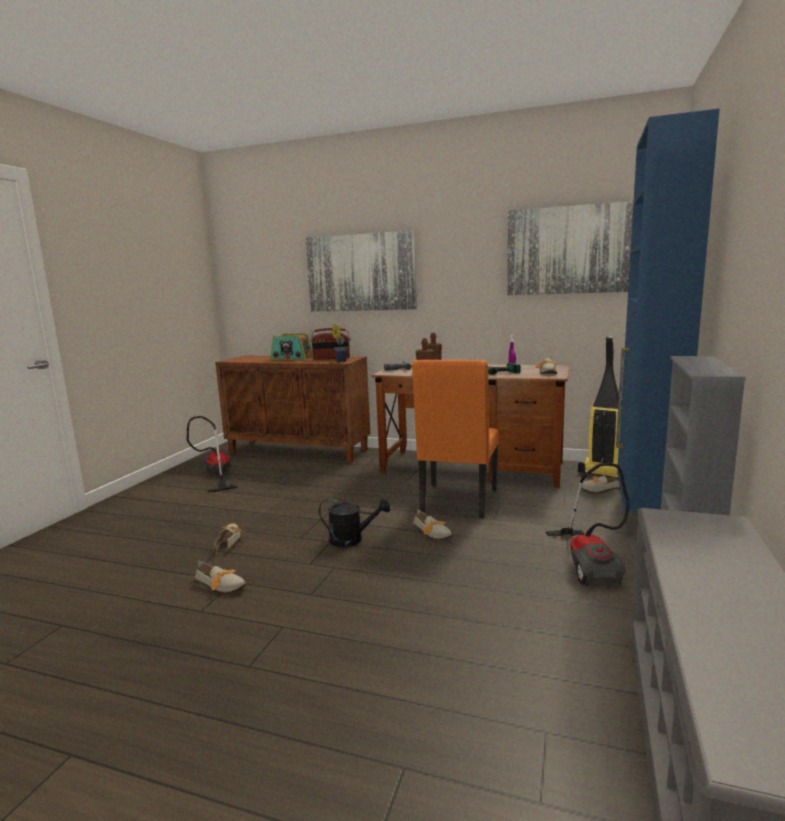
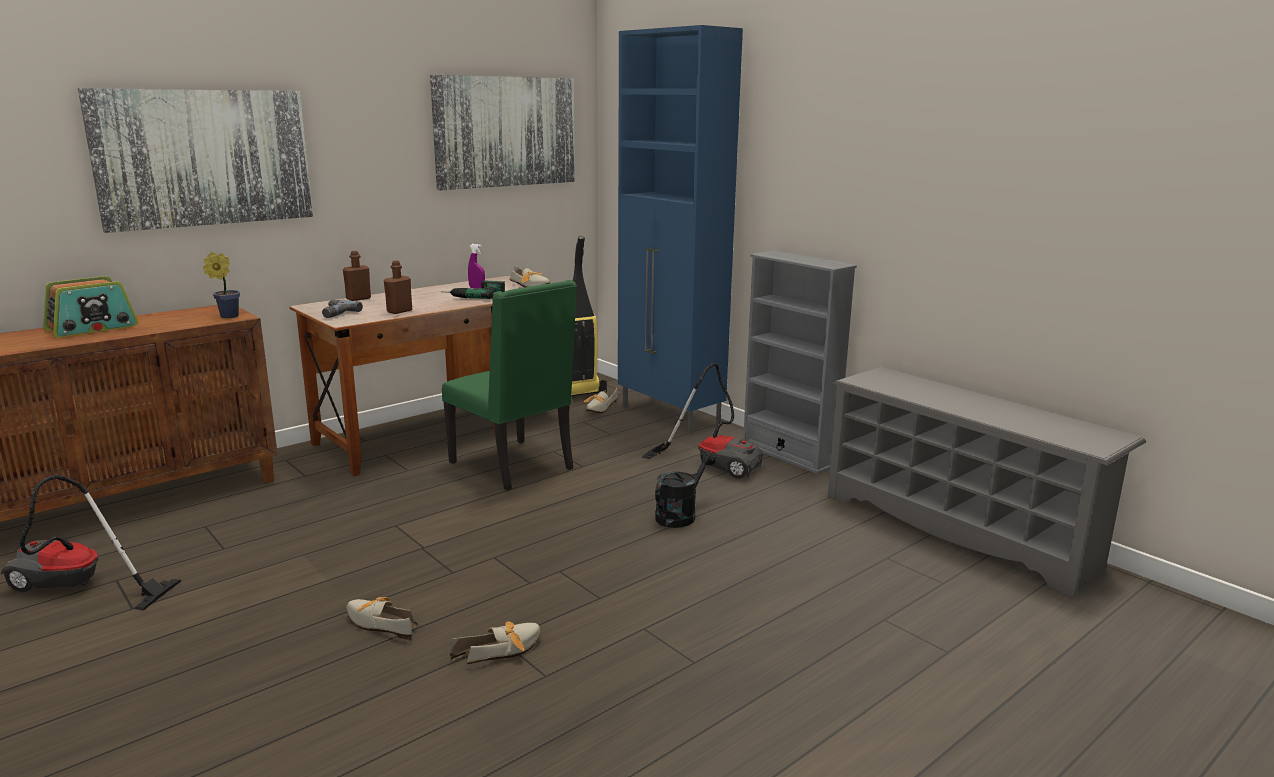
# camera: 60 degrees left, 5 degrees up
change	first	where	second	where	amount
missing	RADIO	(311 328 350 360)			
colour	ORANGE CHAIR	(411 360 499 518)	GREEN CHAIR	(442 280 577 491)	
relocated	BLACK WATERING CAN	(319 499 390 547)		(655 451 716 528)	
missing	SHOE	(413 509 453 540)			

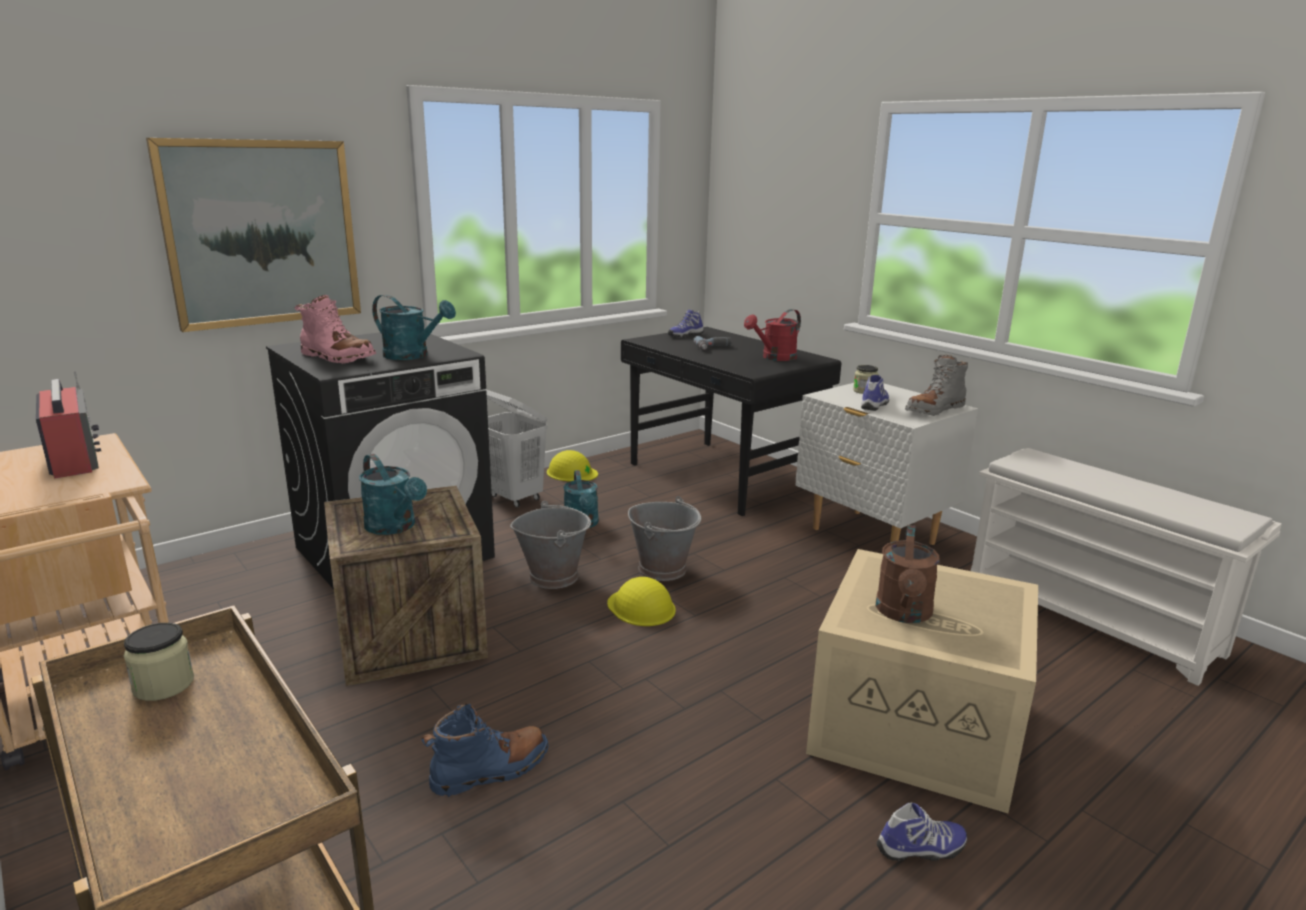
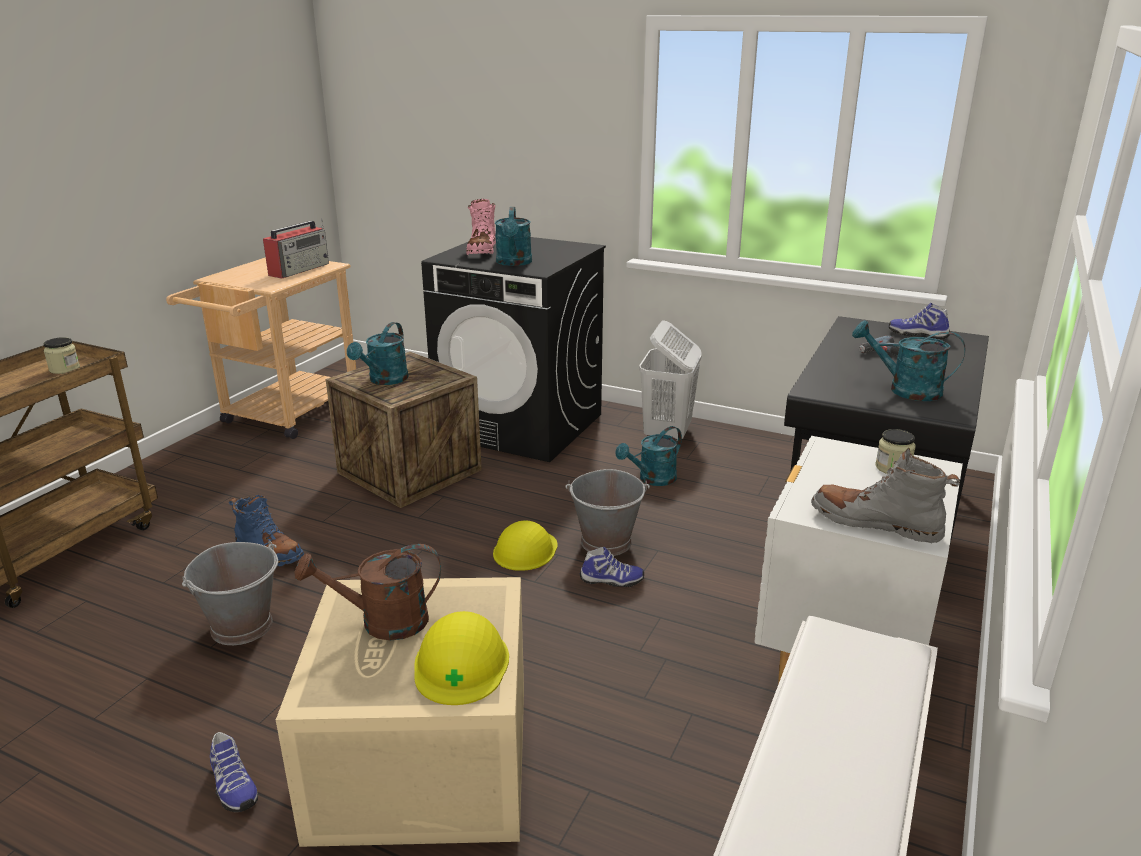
# camera: 65 degrees right, 5 degrees up
change	first	where	second	where	amount
missing	PICTURE	(146 138 361 332)			
colour	RED WATERING CAN	(744 309 801 361)	TURQUOISE WATERING CAN	(852 320 965 401)	
relocated	SHOE	(861 375 889 411)		(580 547 644 587)	
relocated	YELLOW HARD HAT	(547 450 598 482)		(414 611 509 705)	
relocated	GREY BUCKET	(510 501 591 589)		(182 541 278 645)	

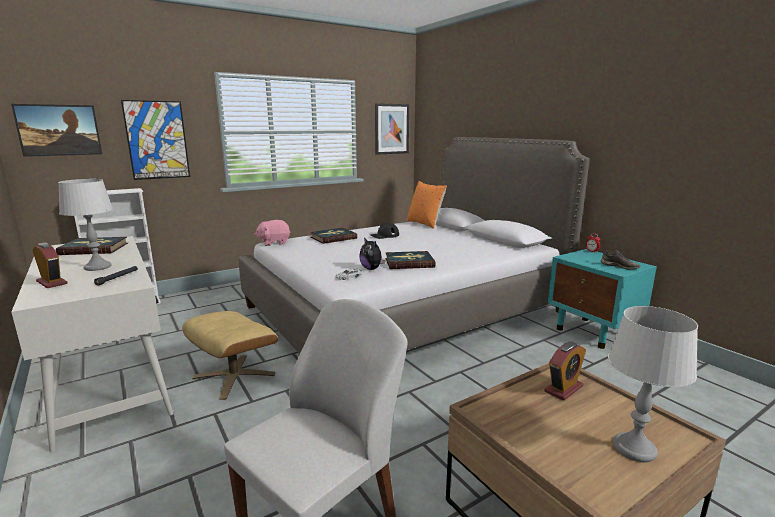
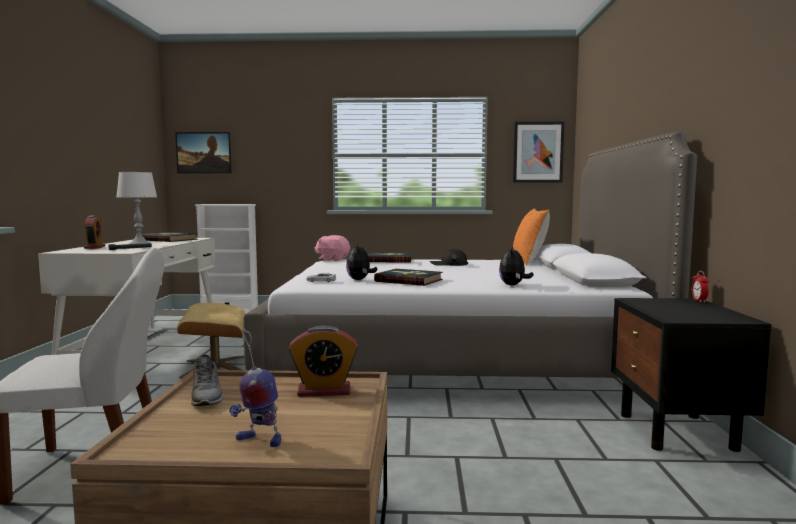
# camera: 35 degrees right, 10 degrees down
change	first	where	second	where	amount
missing	PICTURE	(121 100 190 180)			
colour	TURQUOISE NIGHTSTAND	(548 249 657 349)	BLACK NIGHTSTAND	(611 298 771 452)	
relocated	GREY SHOE	(600 250 641 270)		(191 355 224 406)	
exchanged	GREY TABLE LAMP	(608 306 698 463)	TOY ROBOT	(229 328 281 447)	
appeared			PLUSH TOY	(499 246 533 285)	

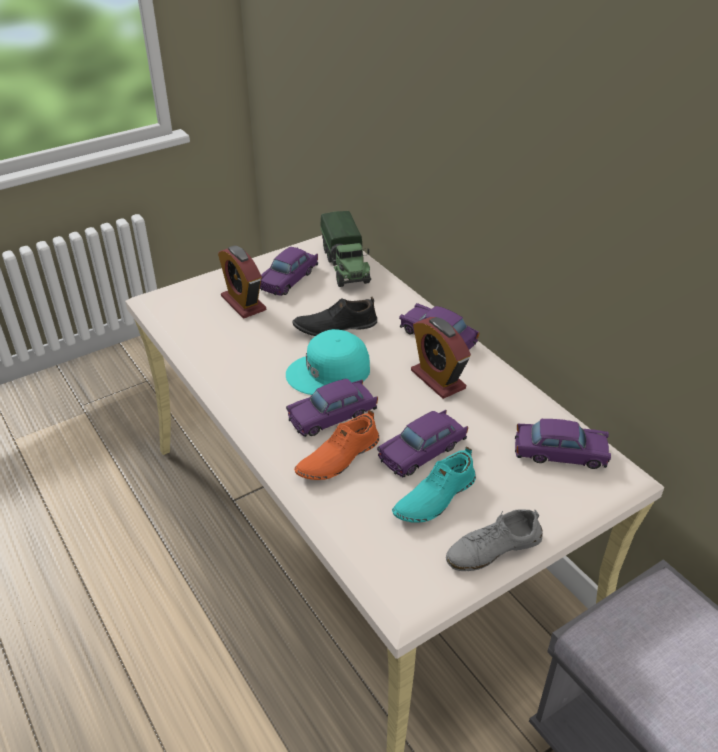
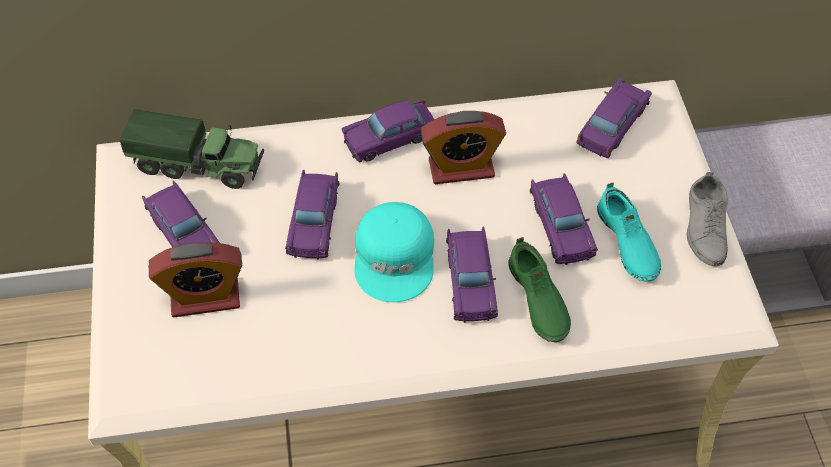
# camera: 65 degrees left, 15 degrees up
change	first	where	second	where	amount
exchanged	BLACK SHOE	(292 297 377 336)	PURPLE TOY CAR	(285 170 339 260)	
colour	ORANGE SHOE	(294 410 379 480)	GREEN SHOE	(508 237 571 342)	

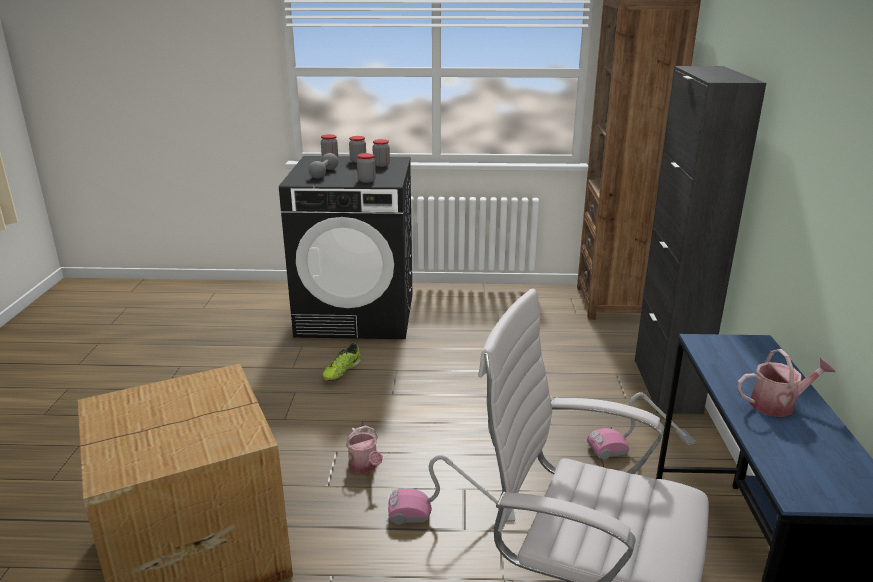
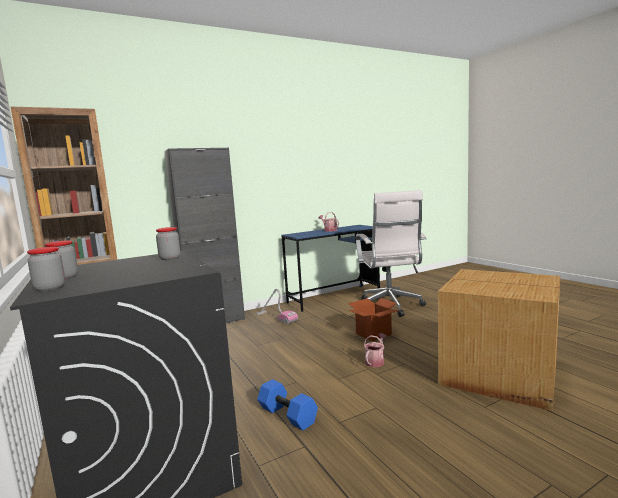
# camera: 120 degrees left, 15 degrees down
change	first	where	second	where	amount
missing	JAR	(372 139 390 167)			
missing	GREY DUMBBELL	(308 153 338 179)			
exchanged	SHOE	(322 343 361 381)	BLUE DUMBBELL	(257 379 318 431)	
exchanged	VACUUM CLEANER	(388 455 515 524)	CARDBOARD BOX	(348 298 400 341)	

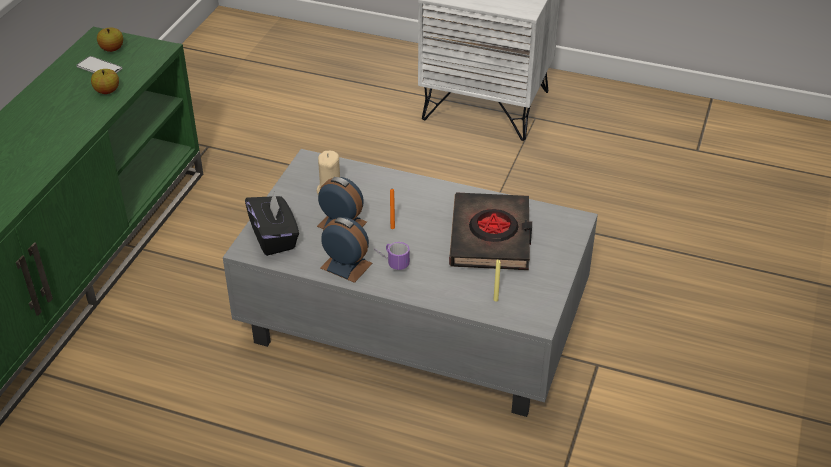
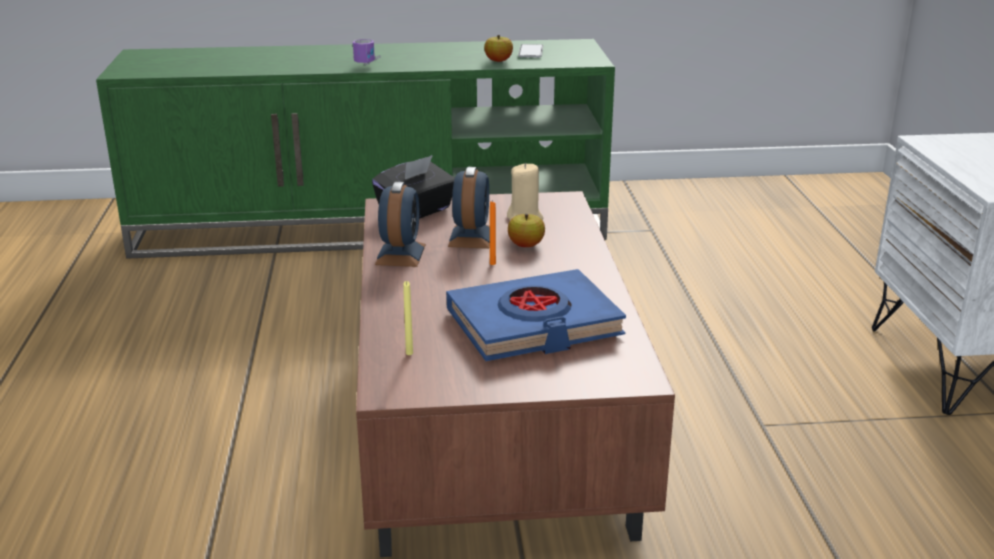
# camera: 65 degrees right, 15 degrees down
change	first	where	second	where	amount
relocated	APPLE	(97 27 123 52)		(508 214 545 247)	
colour	GREY COFFEE TABLE	(223 149 598 417)	BROWN COFFEE TABLE	(356 191 675 557)	
colour	BLACK BOOK	(449 193 532 270)	BLUE BOOK	(446 269 626 361)	
relocated	MUG	(374 242 410 270)		(353 39 380 66)	

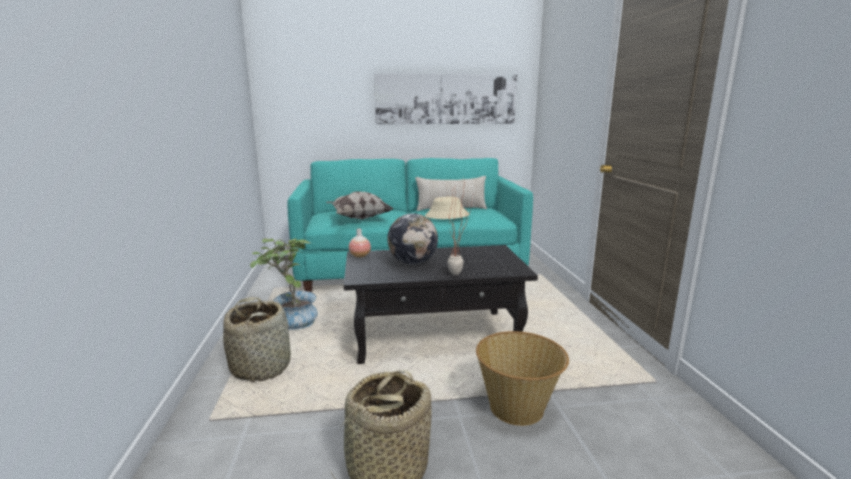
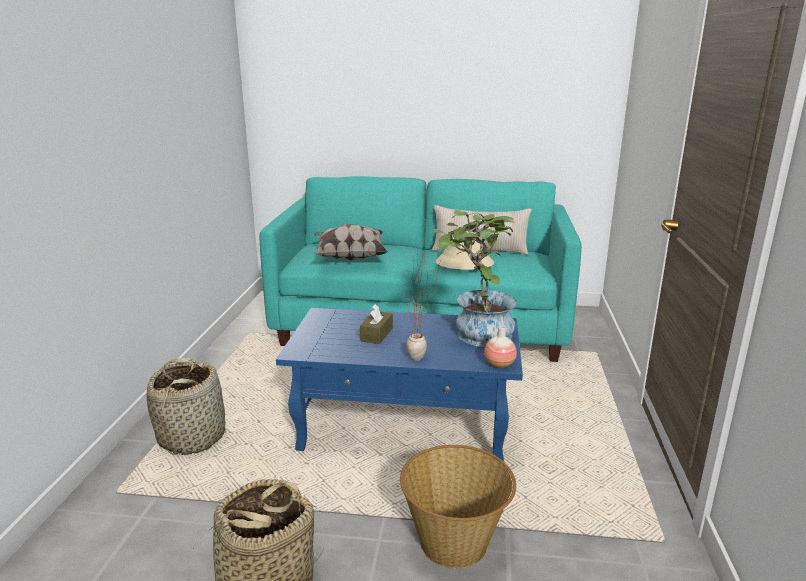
# camera: 15 degrees right, 5 degrees up
change	first	where	second	where	amount
missing	PICTURE	(374 73 517 124)			
exchanged	GLOBE	(387 213 438 264)	BROWN TISSUE BOX	(360 304 393 344)	
relocated	VASE	(349 228 371 258)		(484 326 517 368)	
relocated	POTTED PLANT	(250 238 318 330)		(432 210 517 347)	
colour	BLACK COFFEE TABLE	(344 245 538 364)	BLUE COFFEE TABLE	(276 308 523 461)	

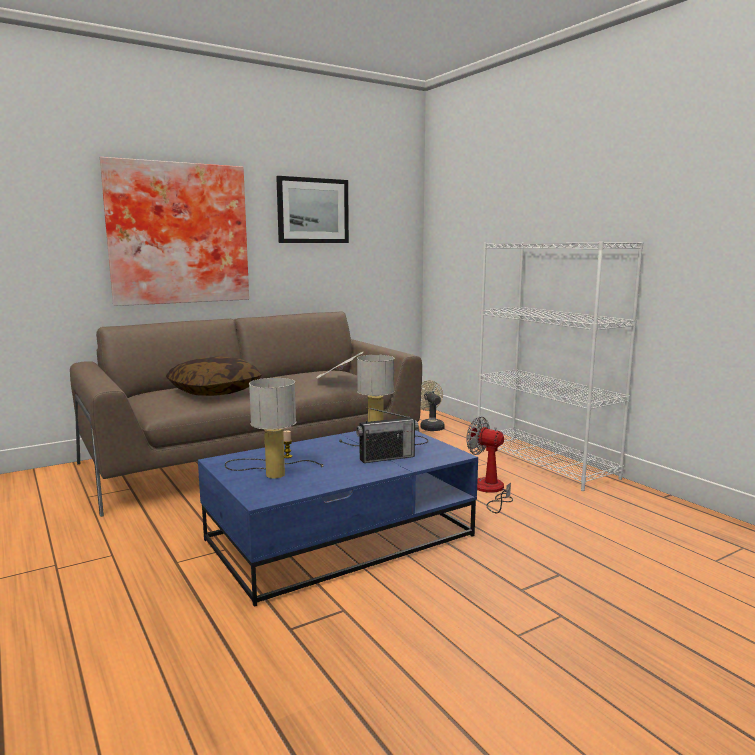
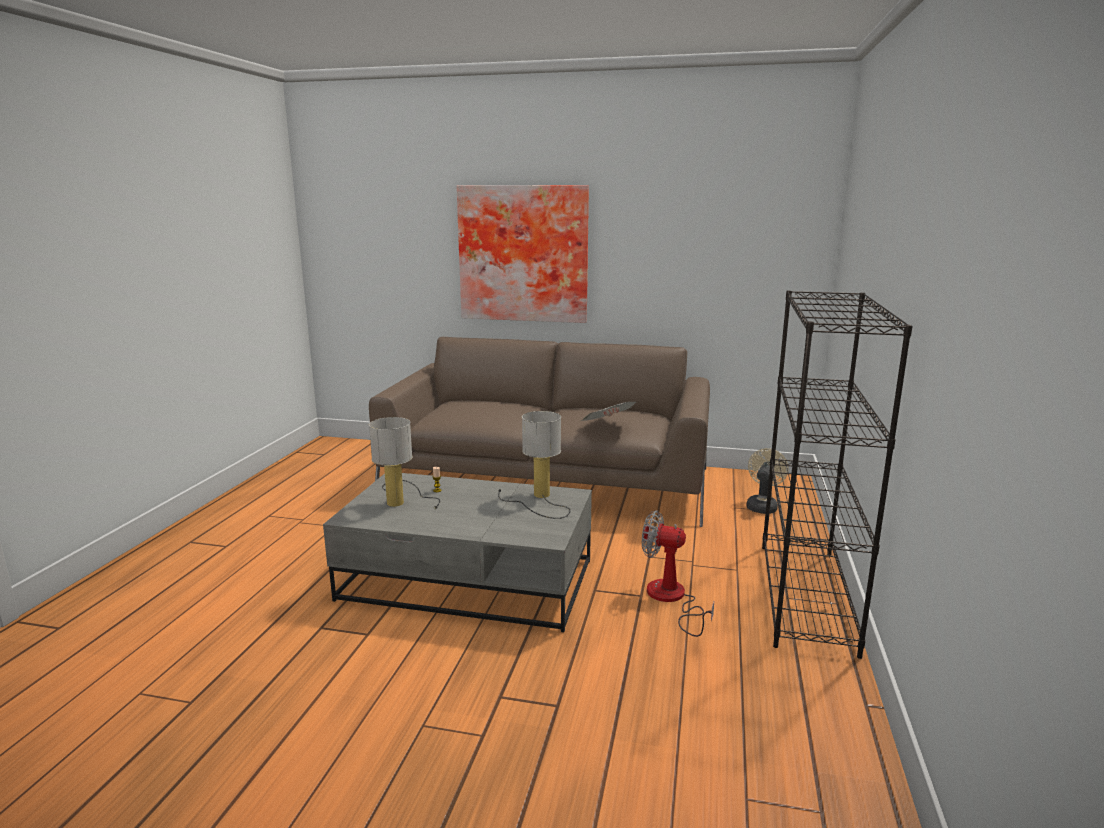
# camera: 45 degrees right, 5 degrees up
change	first	where	second	where	amount
missing	PICTURE	(276 176 349 243)			
colour	WHITE BOOKCASE	(476 242 643 491)	BLACK BOOKCASE	(762 290 912 659)	
missing	PILLOW	(166 356 261 396)			
missing	RADIO	(356 407 418 463)			
spun	FAN	(466 416 513 514)		(642 510 714 637)	60 degrees counterclockwise
colour	BLUE COFFEE TABLE	(198 430 478 607)	GREY COFFEE TABLE	(323 473 592 632)	

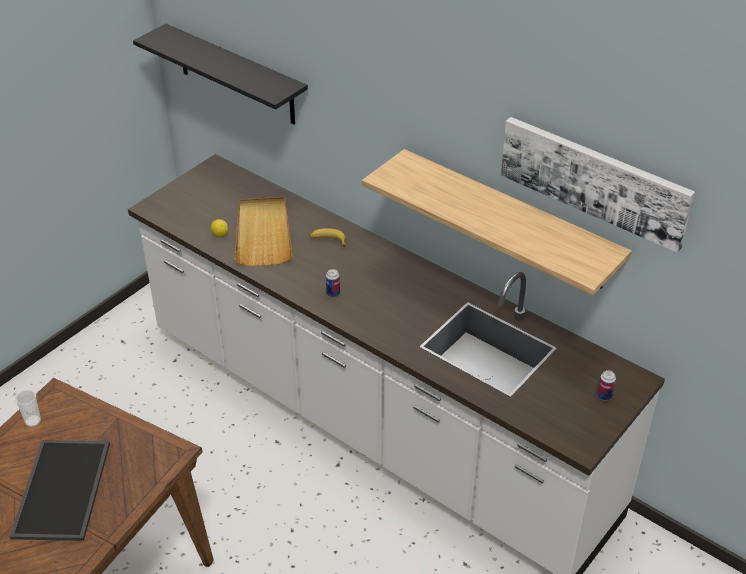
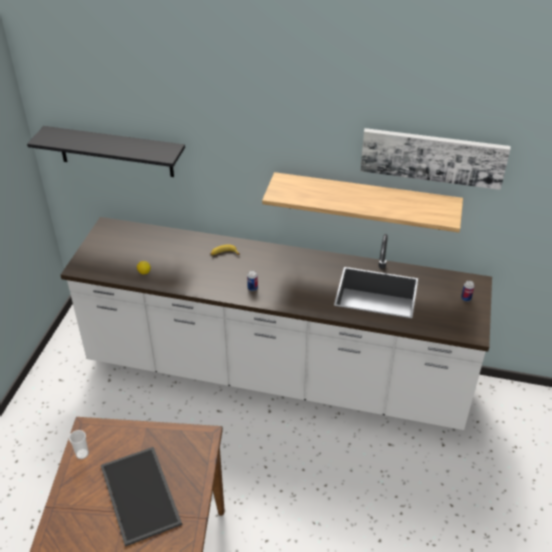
# camera: 25 degrees left, 0 degrees up
change	first	where	second	where	amount
missing	BEIGE TRAY	(235 197 292 266)			

